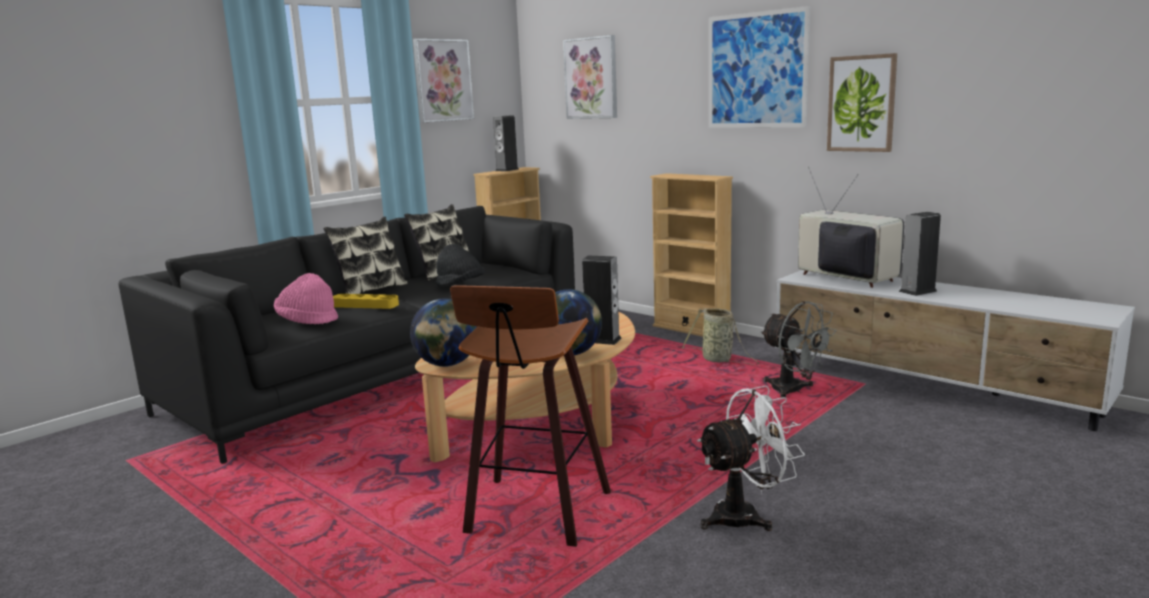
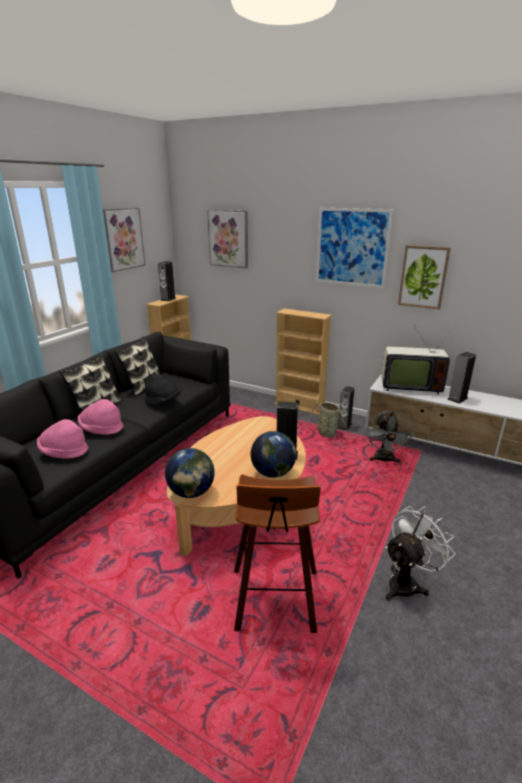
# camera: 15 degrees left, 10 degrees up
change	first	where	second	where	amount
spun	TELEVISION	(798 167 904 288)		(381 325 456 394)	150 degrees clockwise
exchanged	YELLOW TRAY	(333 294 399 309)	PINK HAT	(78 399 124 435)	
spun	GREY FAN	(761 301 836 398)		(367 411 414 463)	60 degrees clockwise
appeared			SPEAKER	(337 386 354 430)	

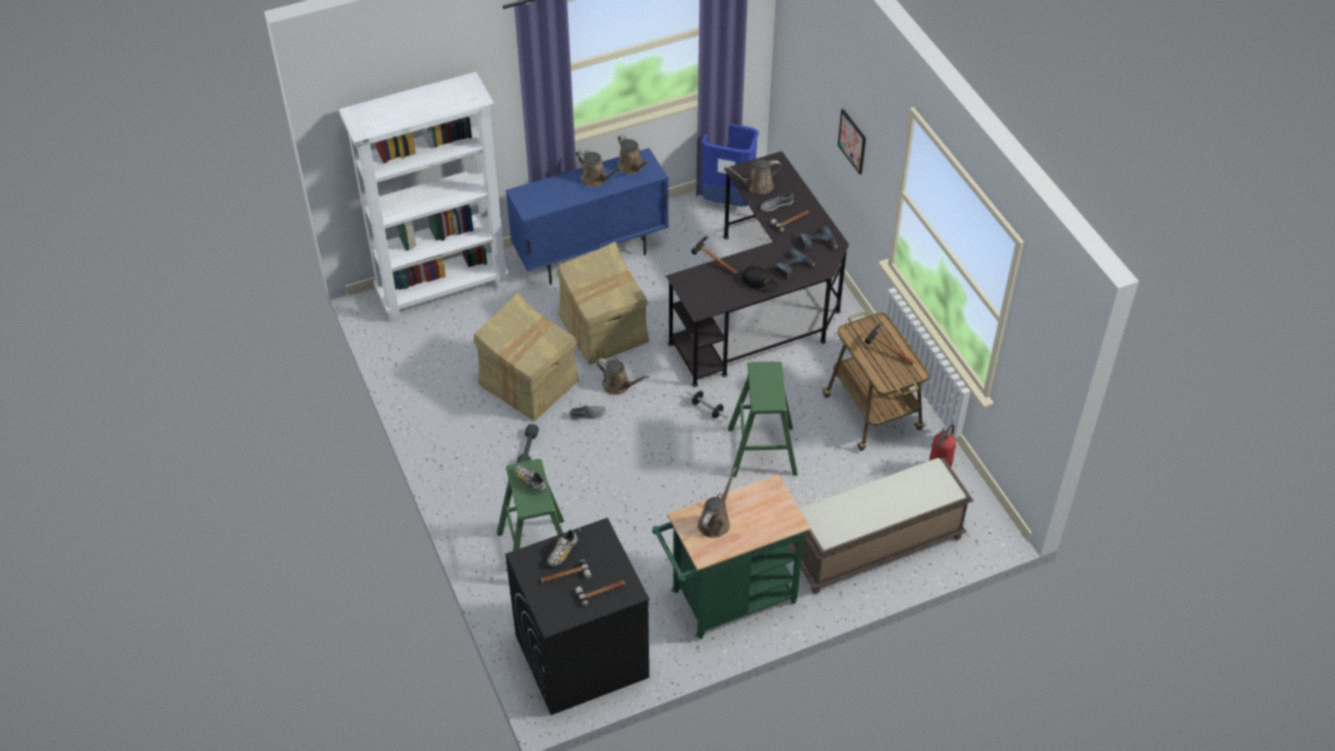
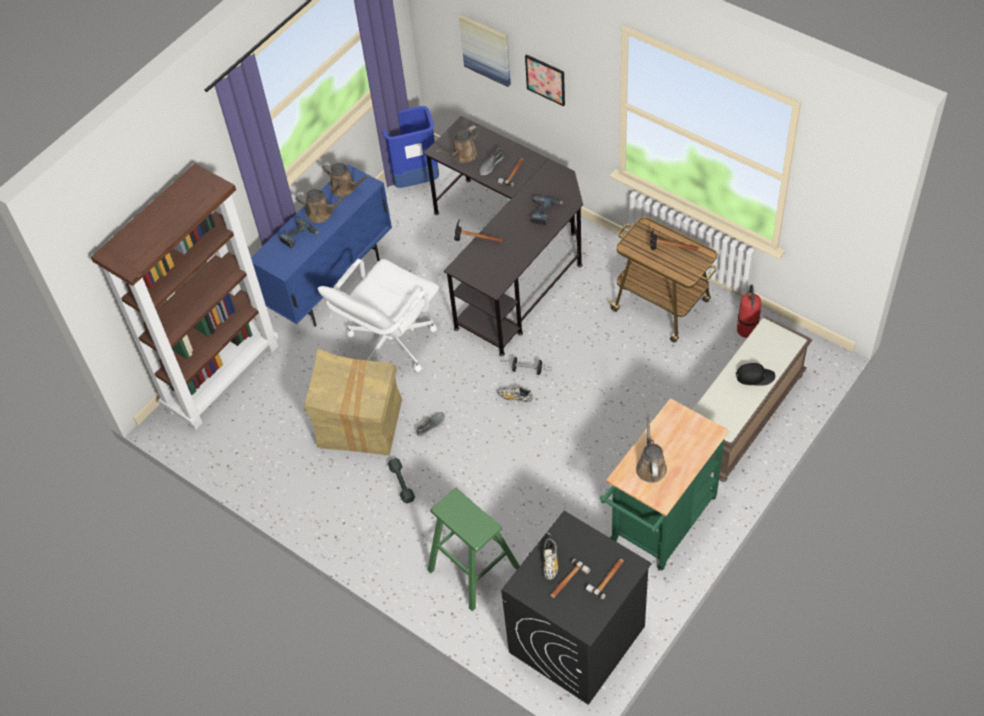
# camera: 25 degrees left, 5 degrees up
change	first	where	second	where	amount
colour	WHITE BOOKCASE	(339 72 509 322)	BROWN BOOKCASE	(91 163 279 430)	
relocated	POWER DRILL	(799 226 838 250)		(279 217 319 248)	
exchanged	CARDBOARD BOX	(557 241 649 365)	WHITE OFFICE CHAIR	(317 259 439 372)	
relocated	BLACK CAP	(742 266 778 293)		(736 363 775 386)	
missing	BROWN WATERING CAN	(596 358 650 395)			
missing	GREEN STOOL	(728 362 798 477)			
relocated	SHOE	(515 465 546 493)		(497 386 533 402)	
appeared			PICTURE	(459 15 511 87)	

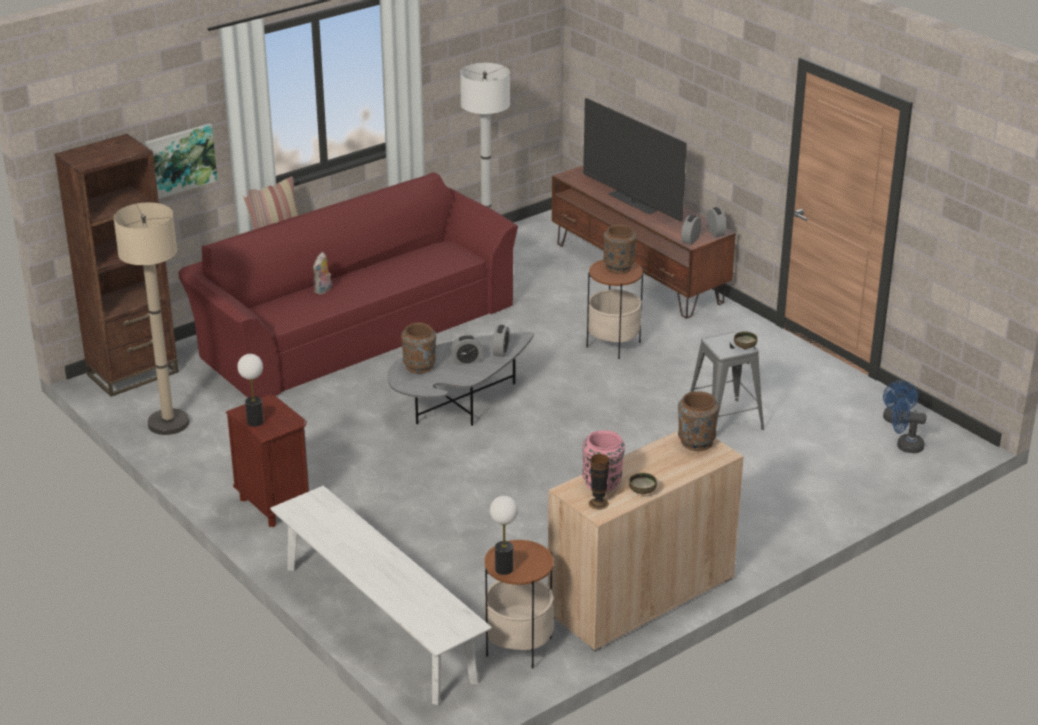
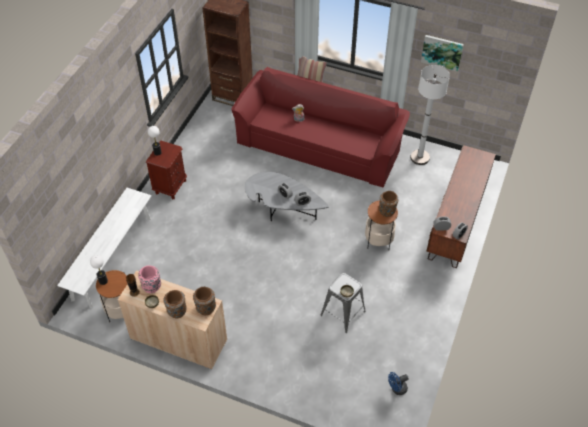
# camera: 60 degrees right, 20 degrees up
change	first	where	second	where	amount
missing	TELEVISION	(583 98 687 222)			
relocated	PICTURE	(145 123 217 199)		(421 35 464 72)	
missing	BEIGE FLOOR LAMP	(114 203 189 435)			
relocated	BROWN VASE	(401 323 436 373)		(163 290 187 318)	
missing	BLUE FAN	(892 399 926 453)			

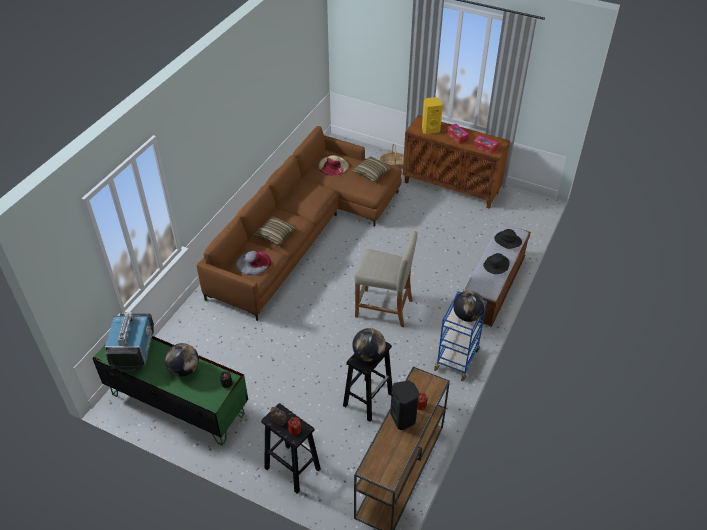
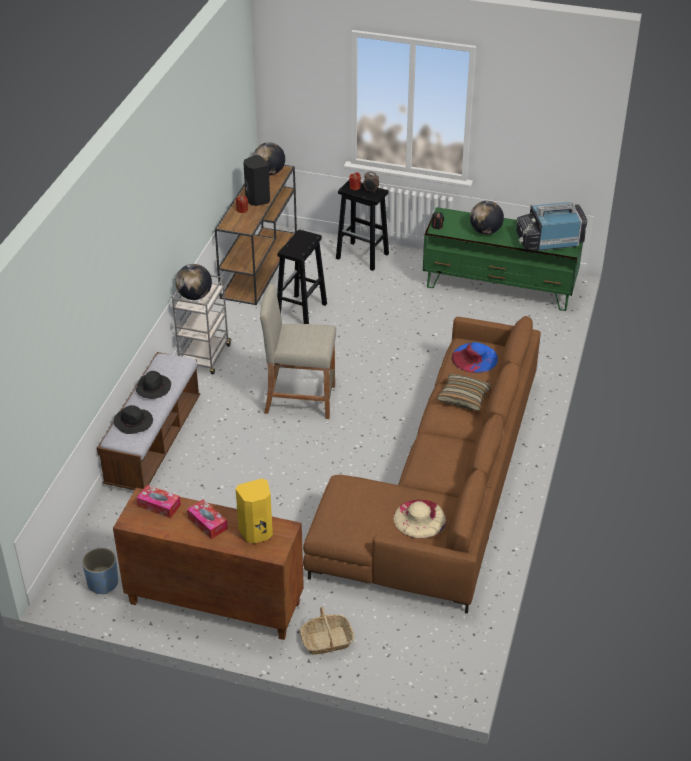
# camera: 170 degrees right, 5 degrees down
change	first	where	second	where	amount
missing	PILLOW	(352 156 392 182)			
colour	GREY HAT	(236 251 271 276)	BLUE HAT	(452 342 498 373)	
colour	BLUE CART	(434 291 487 381)	GREY CART	(172 275 232 375)	
spun	TELEVISION	(105 312 154 371)		(516 202 588 251)	90 degrees clockwise
relocated	GLOBE	(352 328 386 362)		(253 142 285 175)	
appeared			BLUE PLANTER	(82 548 118 594)	

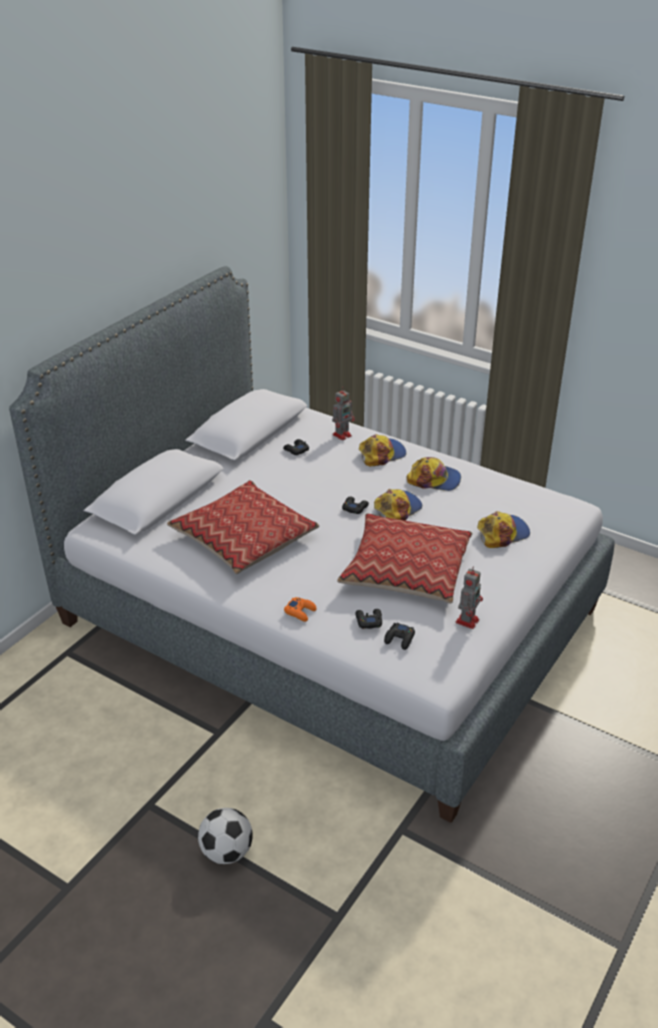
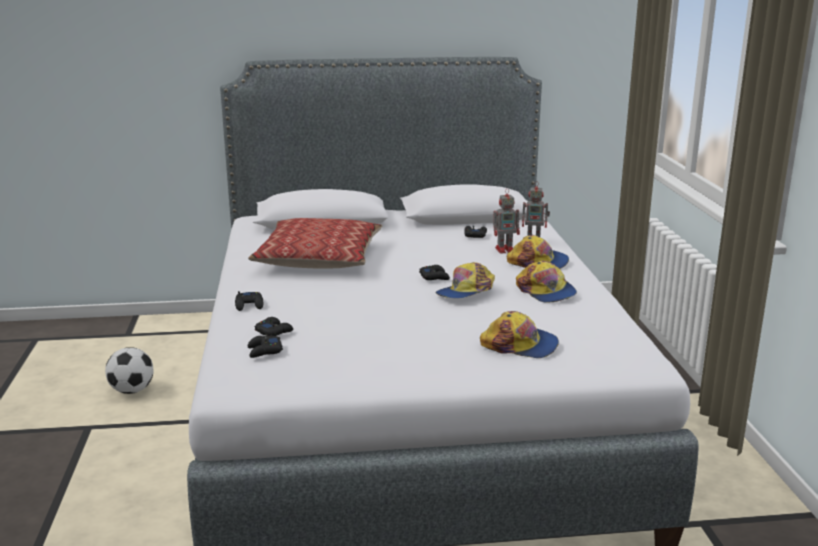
# camera: 50 degrees right, 15 degrees down
change	first	where	second	where	amount
spun	CAP	(374 489 422 521)		(436 262 495 299)	135 degrees clockwise
missing	PILLOW	(337 514 472 603)			
relocated	TOY ROBOT	(456 566 483 629)		(493 188 520 254)	
colour	ORANGE GAME CONTROLLER	(284 597 317 622)	BLACK GAME CONTROLLER	(235 291 263 311)	
relocated	FOOTBALL	(198 808 253 864)		(105 347 153 394)	

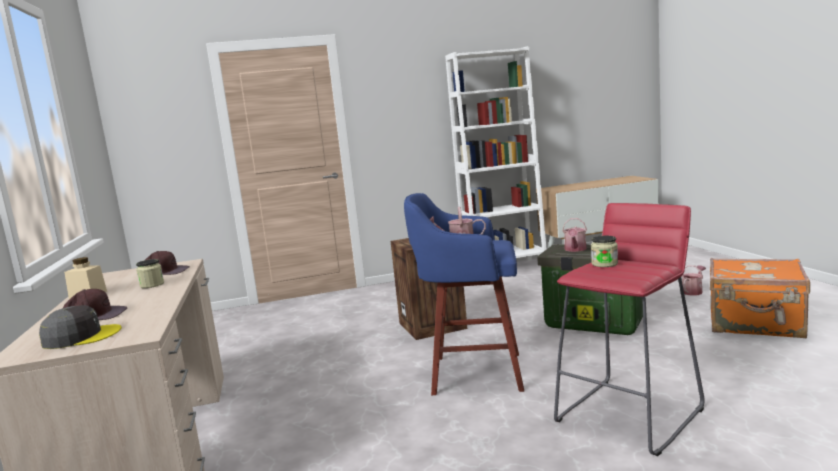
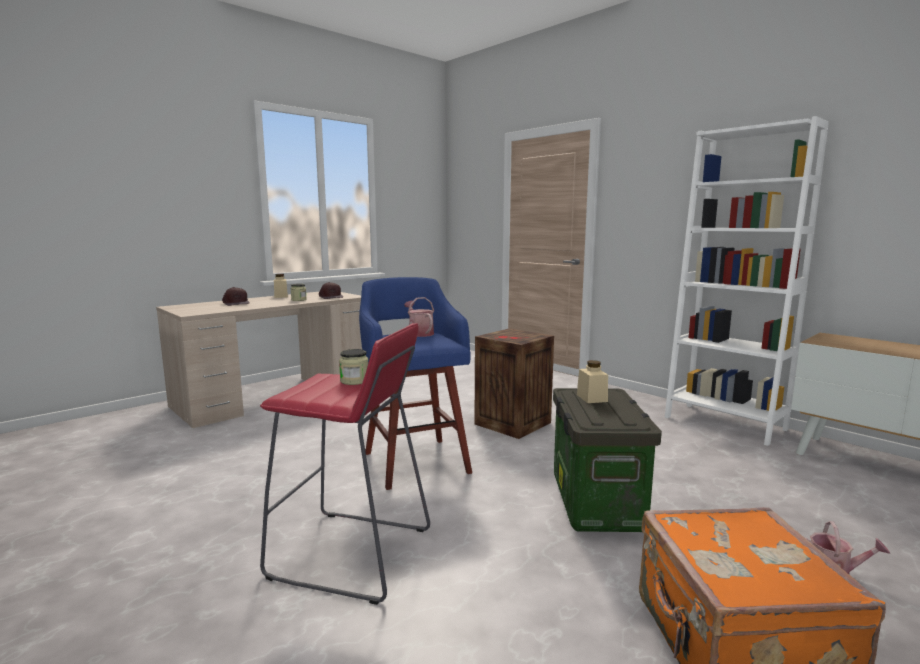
# camera: 60 degrees right, 0 degrees up
change	first	where	second	where	amount
exchanged	WATERING CAN	(562 218 587 252)	BEIGE JAR	(577 360 608 403)	
missing	GREY CAP	(39 305 122 349)			

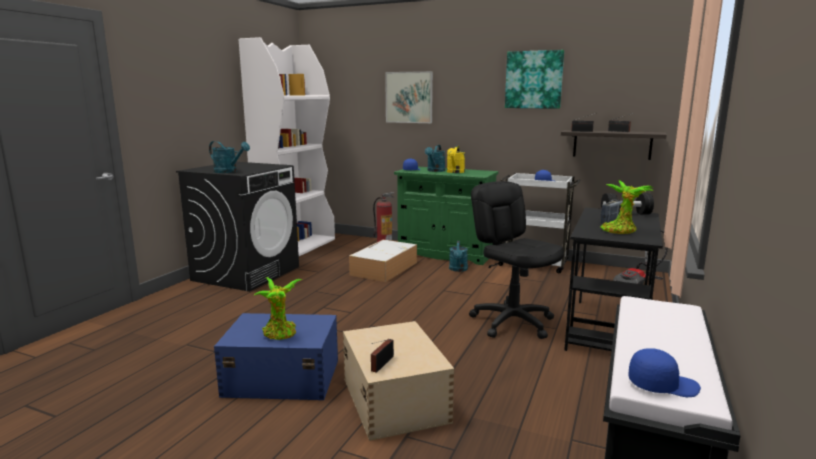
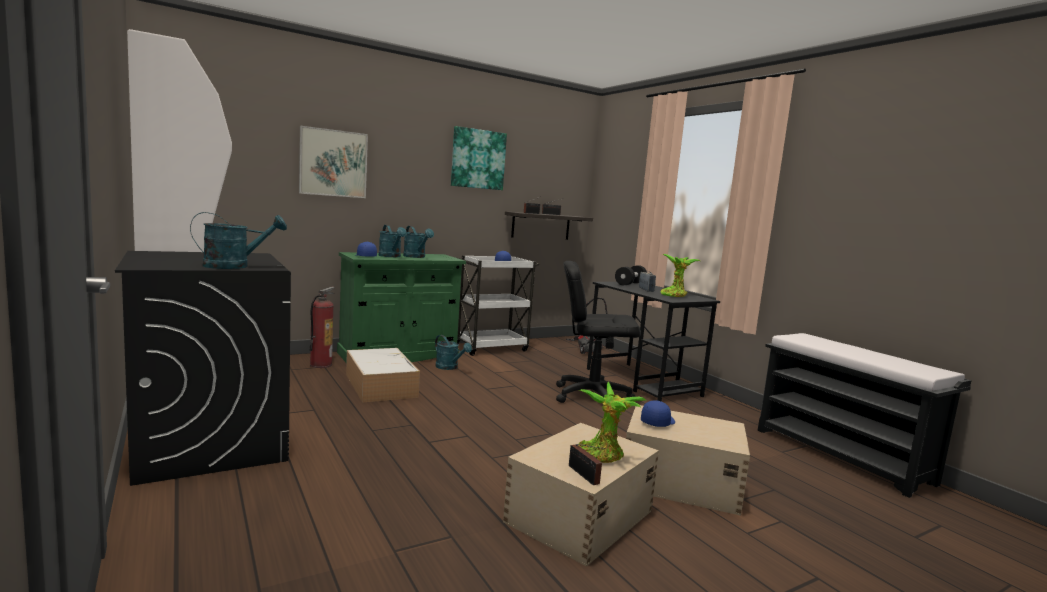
# camera: 55 degrees left, 5 degrees down
change	first	where	second	where	amount
colour	YELLOW WATERING CAN	(447 146 465 173)	TURQUOISE WATERING CAN	(403 226 434 258)	
colour	BLUE STORAGE BOX	(214 313 338 400)	BEIGE STORAGE BOX	(503 423 659 566)	
relocated	RADIO	(371 339 394 373)		(569 444 606 485)	
relocated	BLUE CAP	(628 348 701 397)		(641 400 675 427)	

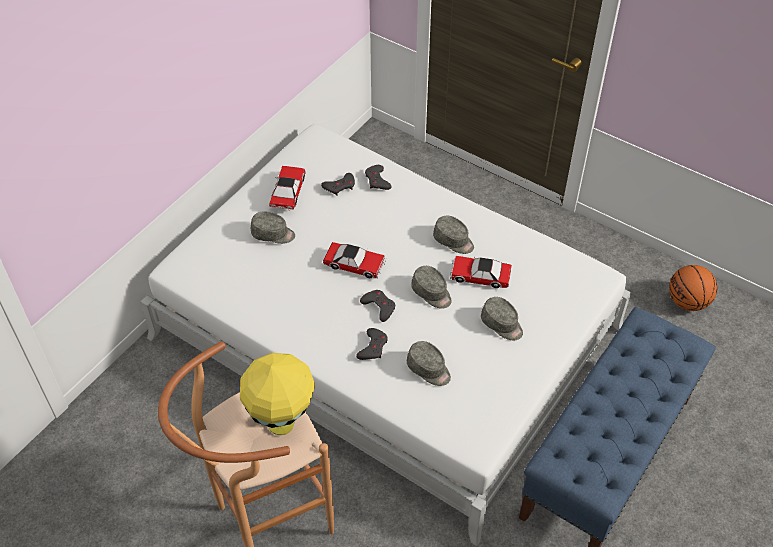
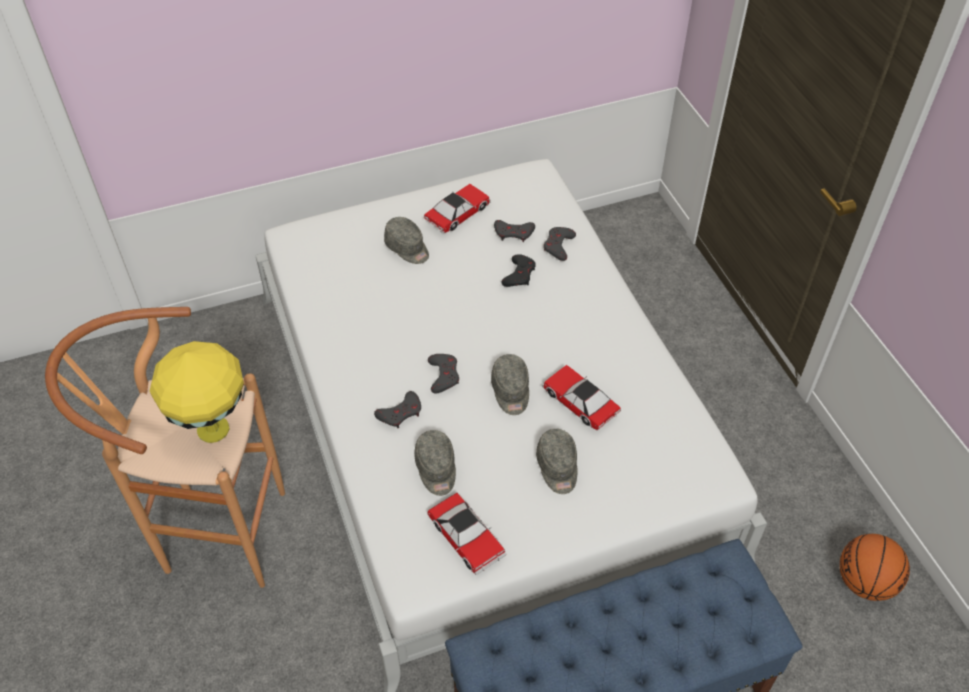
# camera: 35 degrees right, 0 degrees up
change	first	where	second	where	amount
missing	GREY CAP	(433 216 474 254)			
relocated	TOY CAR	(323 242 386 279)		(427 493 507 575)	
appeared			BLACK GAME CONTROLLER	(501 254 536 287)	

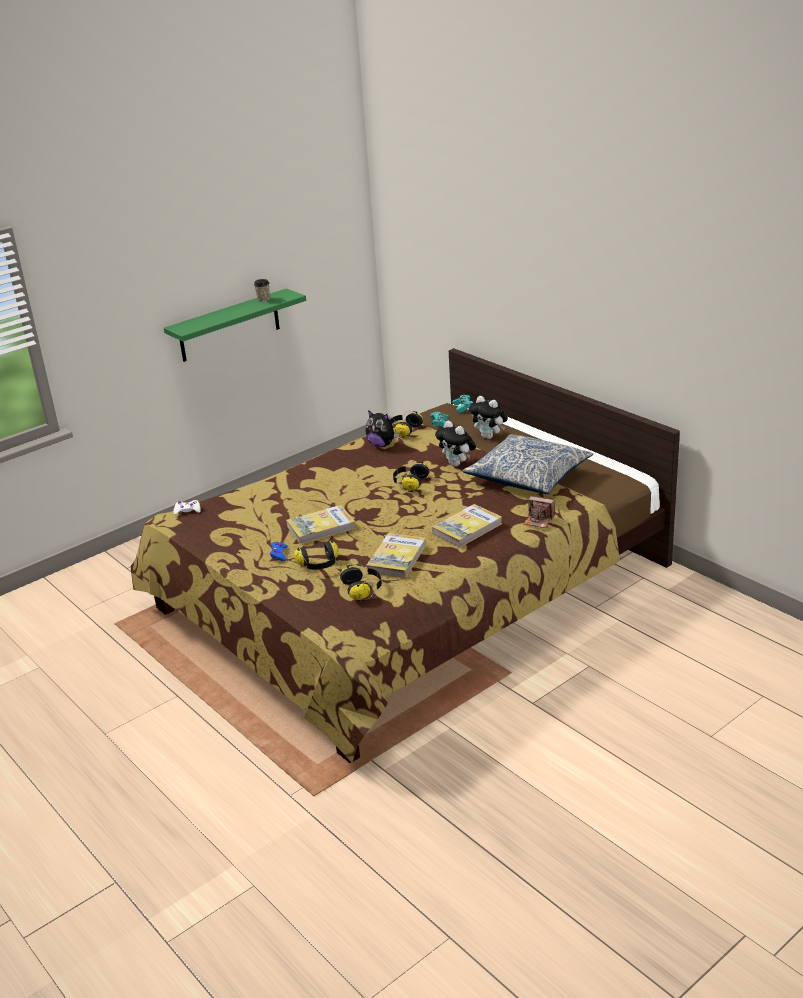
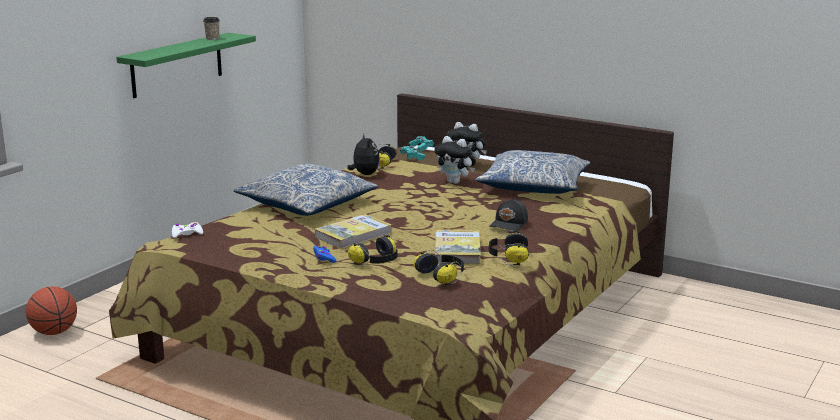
# camera: 20 degrees left, 10 degrees down
change	first	where	second	where	amount
spun	PLUSH TOY	(366 410 400 447)		(347 134 380 175)	120 degrees counterclockwise
relocated	HEADPHONES	(393 461 430 492)		(489 231 529 265)	
missing	PHOTO CAMERA	(523 496 555 528)			
exchanged	BOOK	(432 504 502 547)	BLACK CAP	(489 199 528 231)	
appeared			PILLOW	(233 164 378 216)	
appeared			BASKETBALL	(26 286 77 335)	

